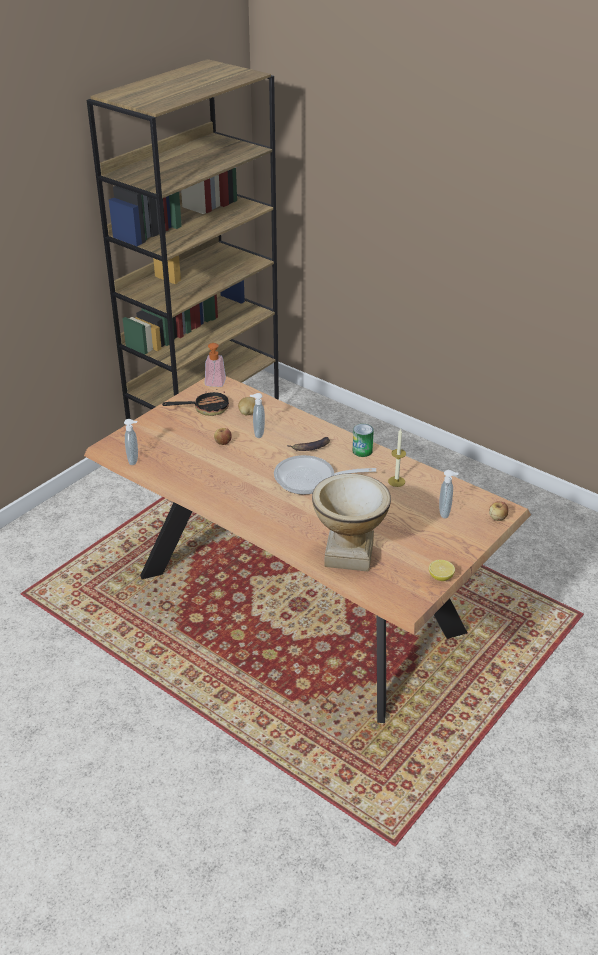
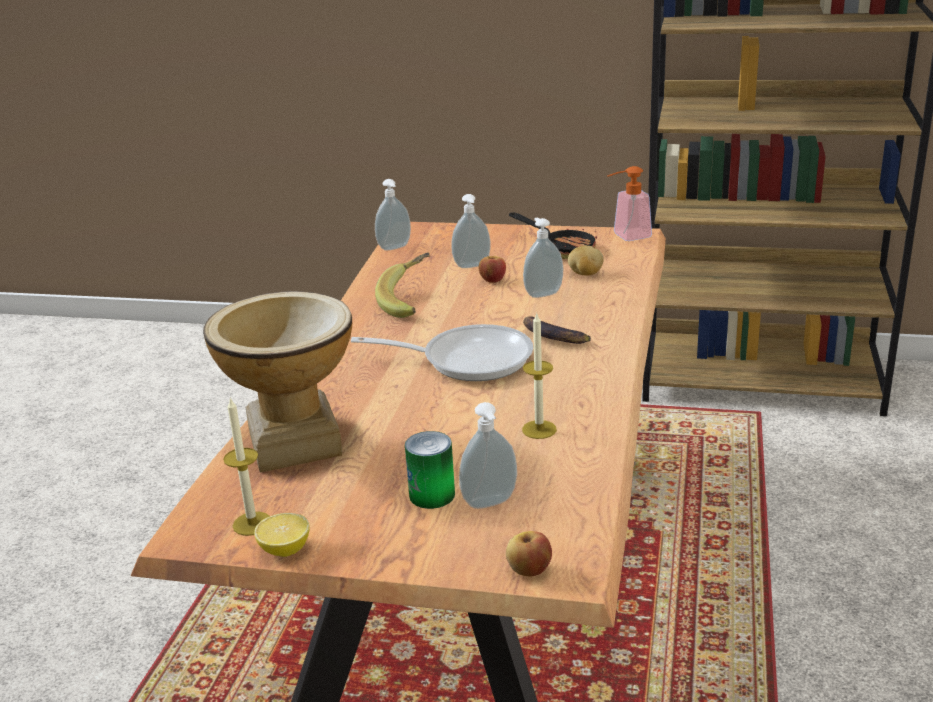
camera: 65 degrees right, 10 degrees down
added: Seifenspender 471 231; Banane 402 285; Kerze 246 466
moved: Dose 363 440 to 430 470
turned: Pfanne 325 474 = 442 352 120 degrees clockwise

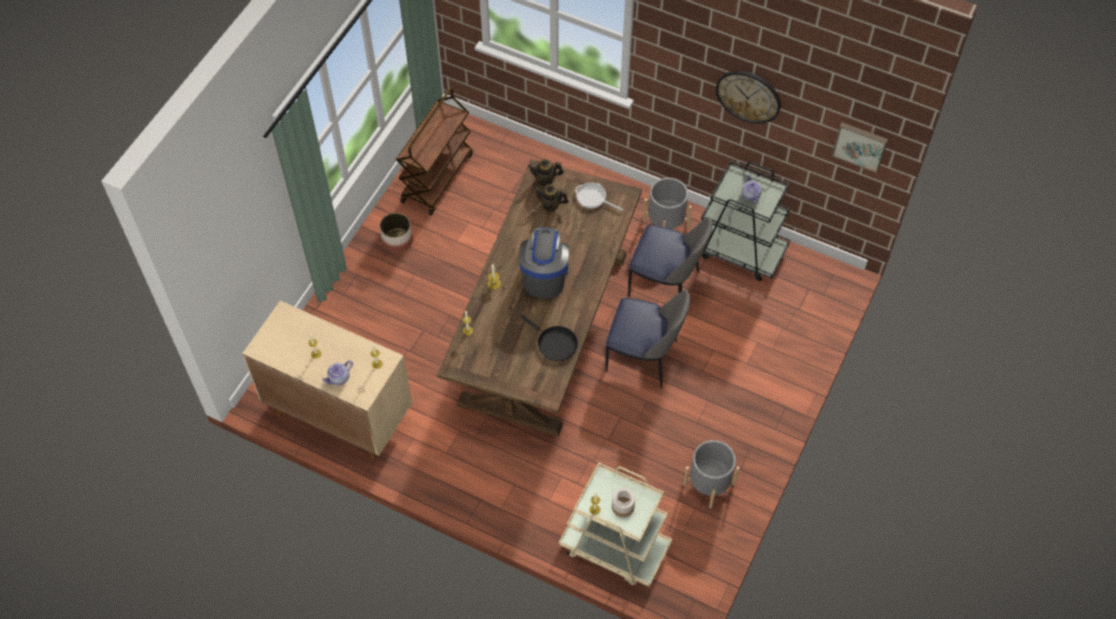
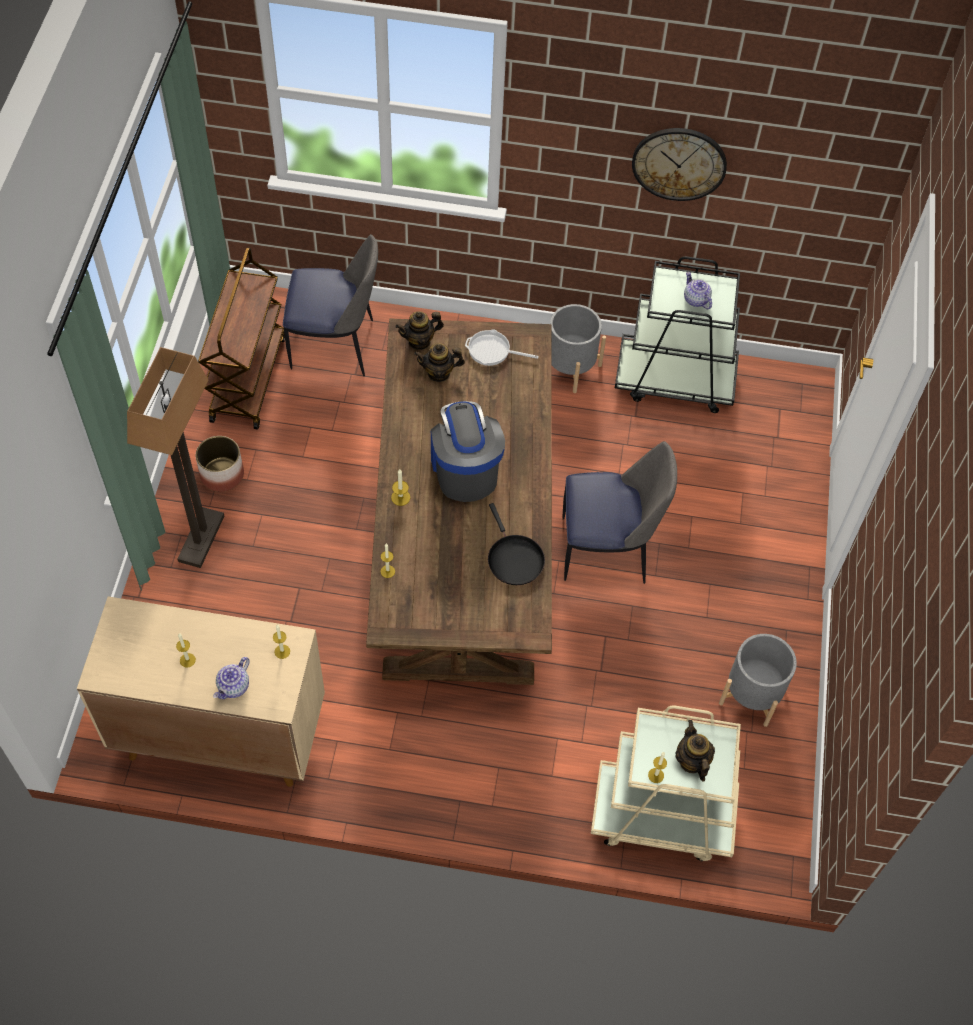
camera: 20 degrees left, 0 degrees up
removed: Bild 860 147
added: Stehlampe 175 457
moved: Stuhl 670 256 to 330 305
replaced: Vorratsglas 623 502 to Teekanne 695 751
turned: Pfanne (schwarz) 549 337 = 516 544 45 degrees clockwise

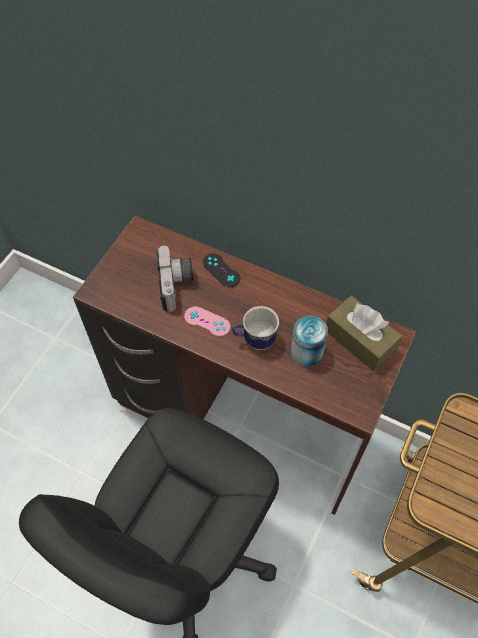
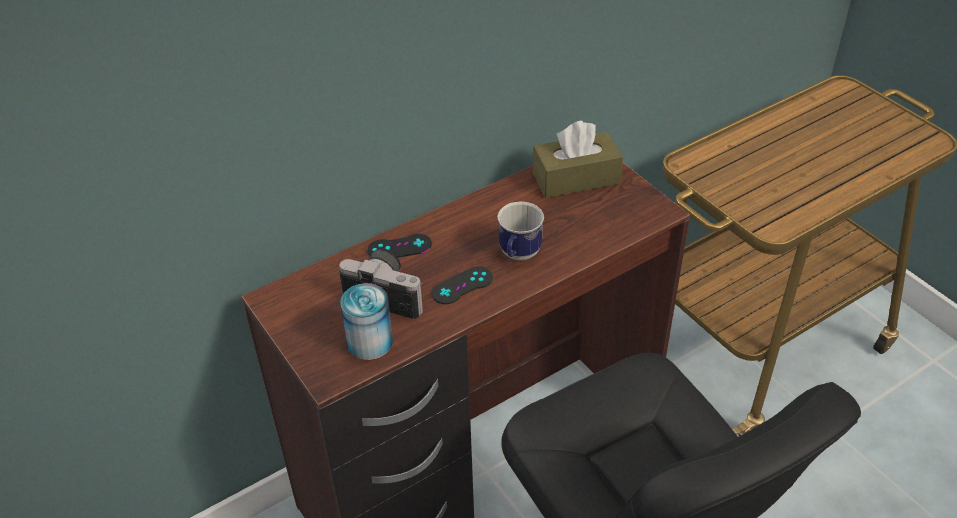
camera: 60 degrees left, 15 degrees down
moved: Dose 309 341 to 366 321
recoloured: Gamepad (rosa) 207 321 to Gamepad (schwarz) 462 285

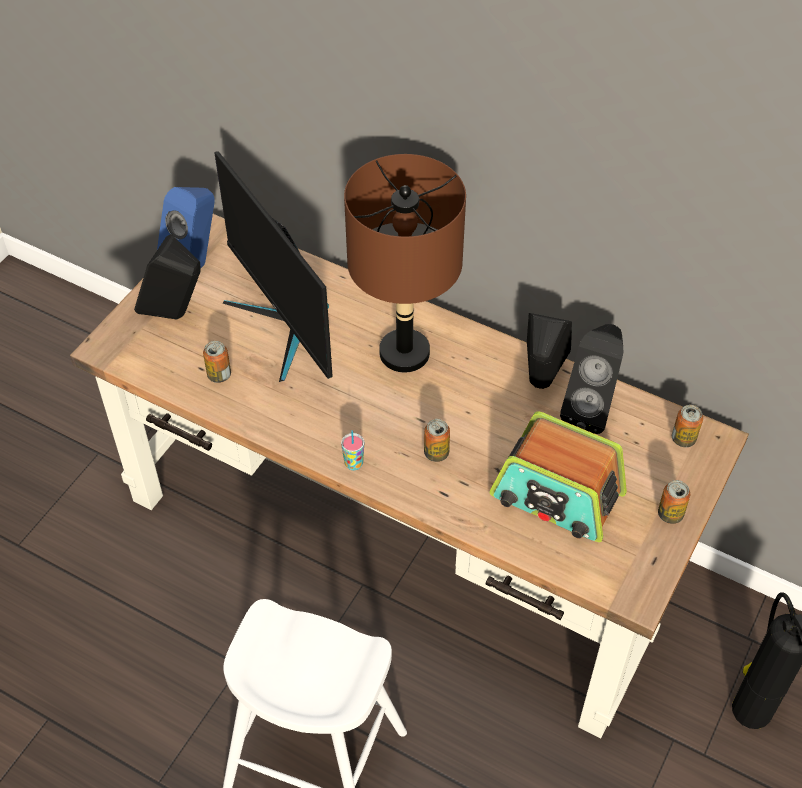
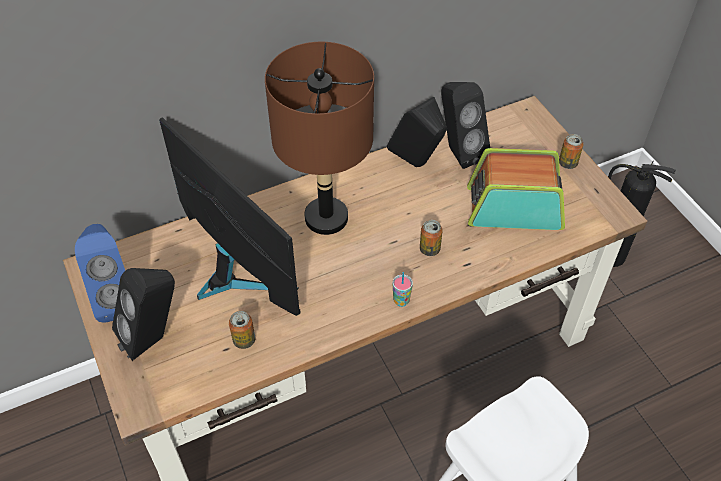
camera: 55 degrees left, 0 degrees up
removed: Dose 687 426
turned: Monitor 274 266 = 230 216 135 degrees counterclockwise; Radio 558 476 = 516 189 150 degrees counterclockwise

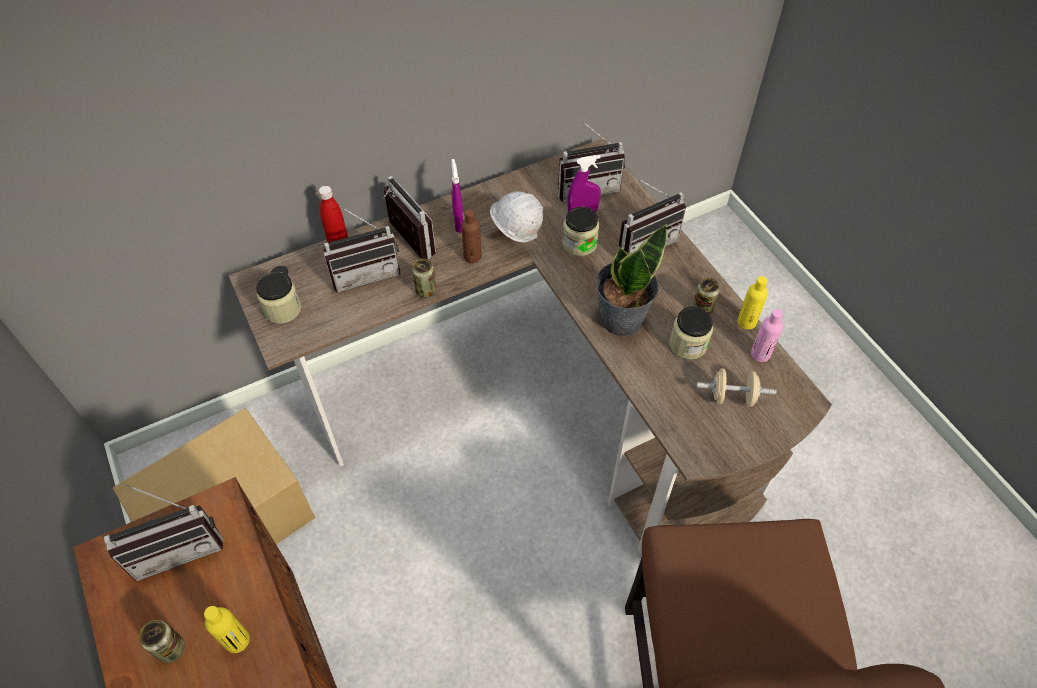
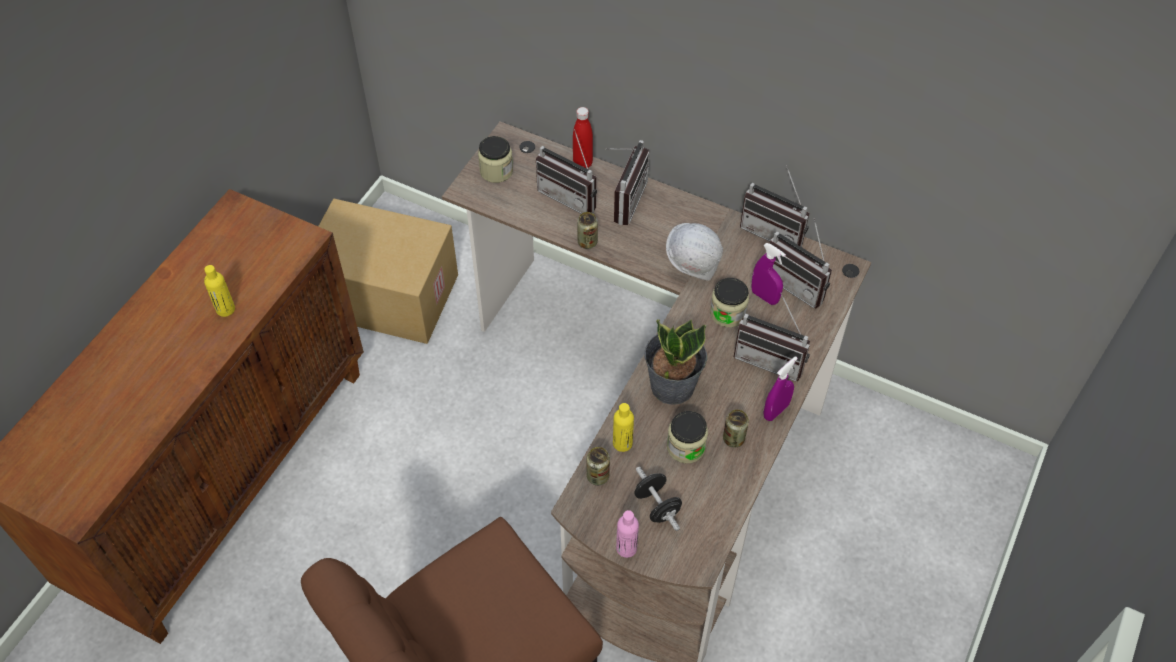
camera: 55 degrees right, 0 degrees up
removed: Flasche (braun) 471 236
moved: Sprühflasche (lila) 457 196 to 781 388; Flasche (gelb) 752 303 to 623 427; Flasche (rosa) 767 335 to 627 534; Radio 163 532 to 775 206; Dose 162 641 to 598 466
recoloured: Hantel (beige) 736 387 to Hantel (schwarz) 658 498

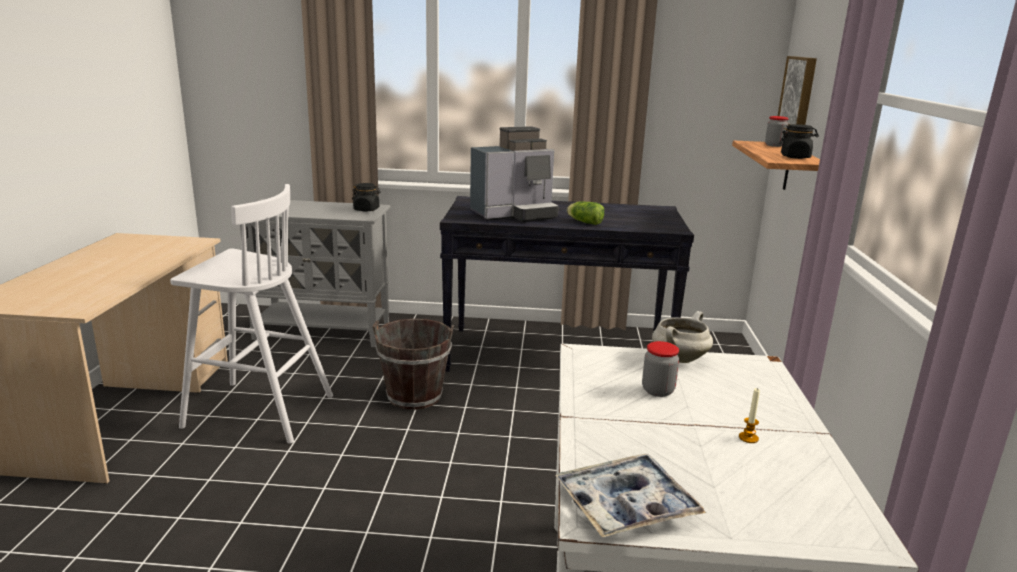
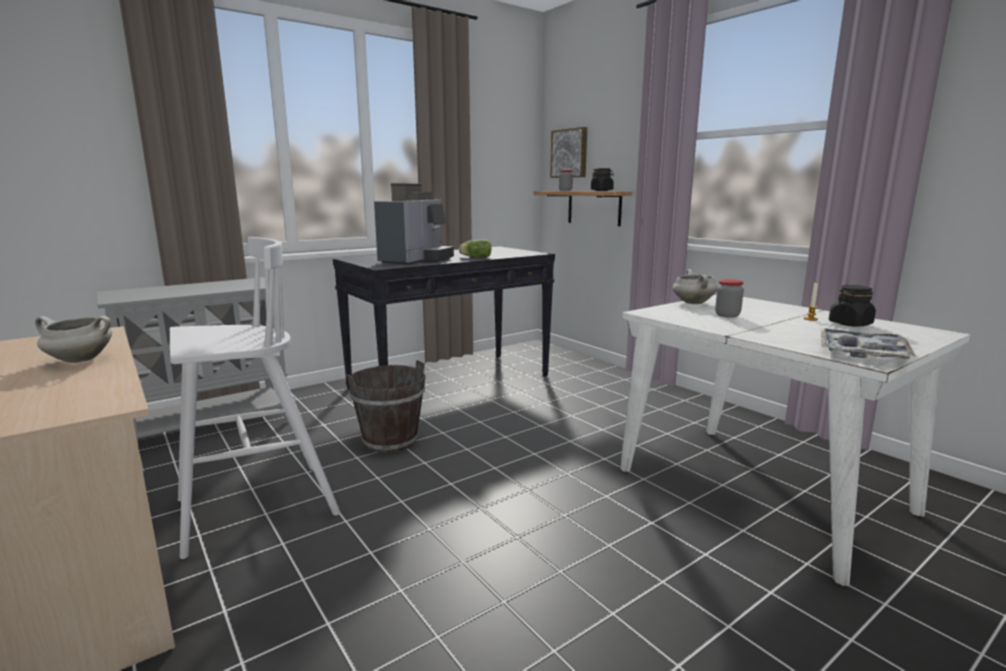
camera: 40 degrees left, 5 degrees down
added: Kochtopf (weiß) 73 339
moved: Vorratsglas (schwarz) 366 197 to 852 306

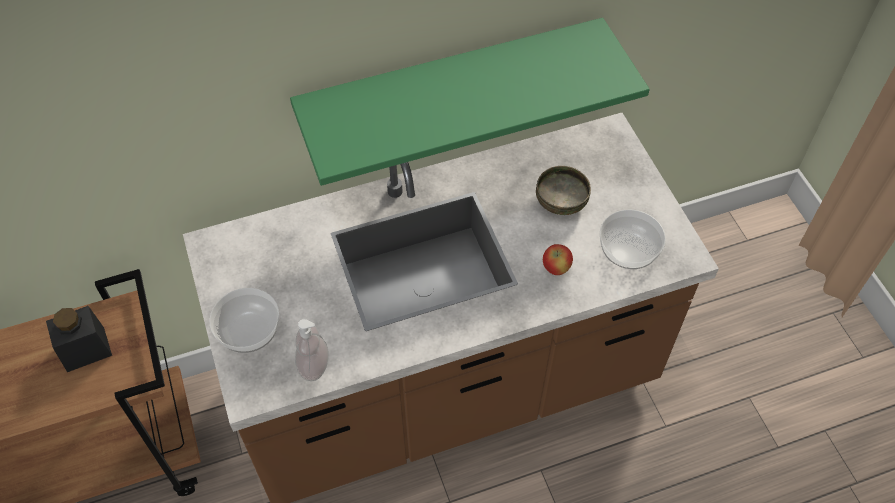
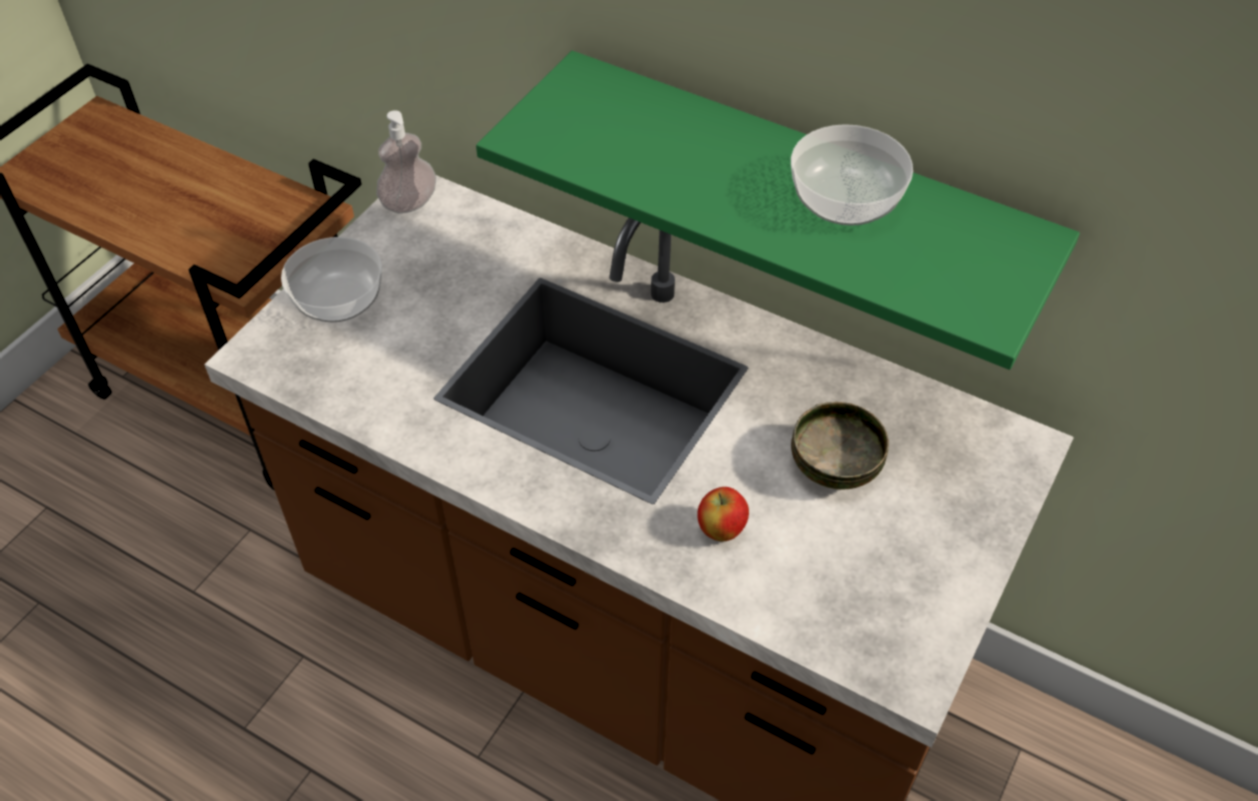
camera: 50 degrees right, 5 degrees down
removed: Vorratsglas (schwarz) 79 339
moved: Schüssel 633 239 to 852 175; Seifenspender 312 350 to 406 162

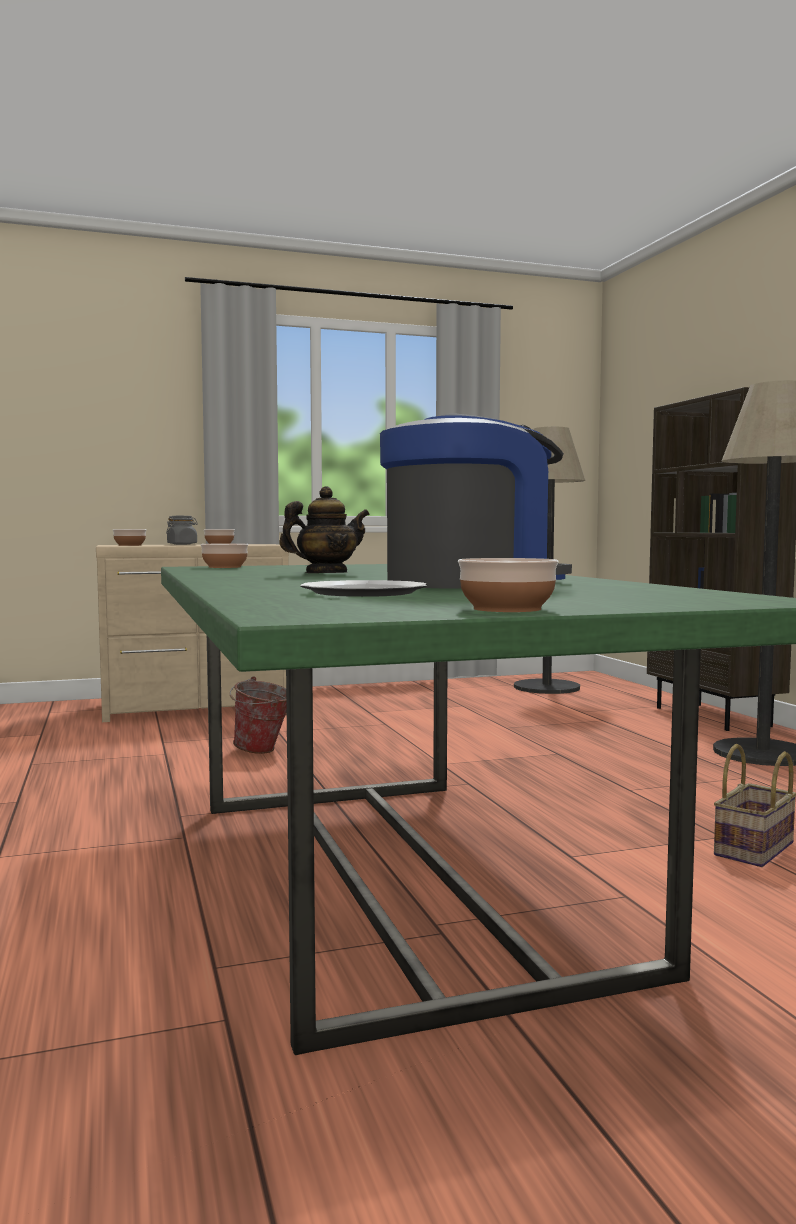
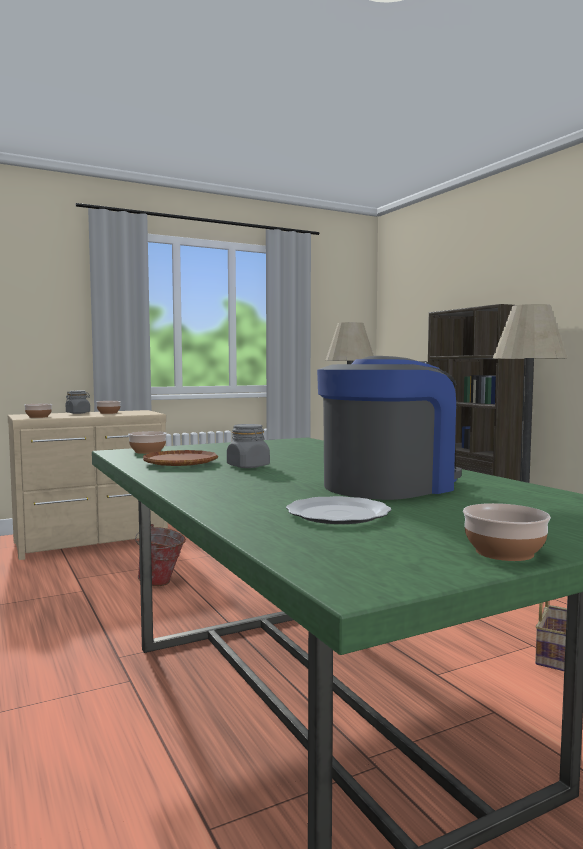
camera: 10 degrees left, 0 degrees up
added: Teller (braun) 180 458
replaced: Teekanne 324 529 to Vorratsglas (grau) 248 446

